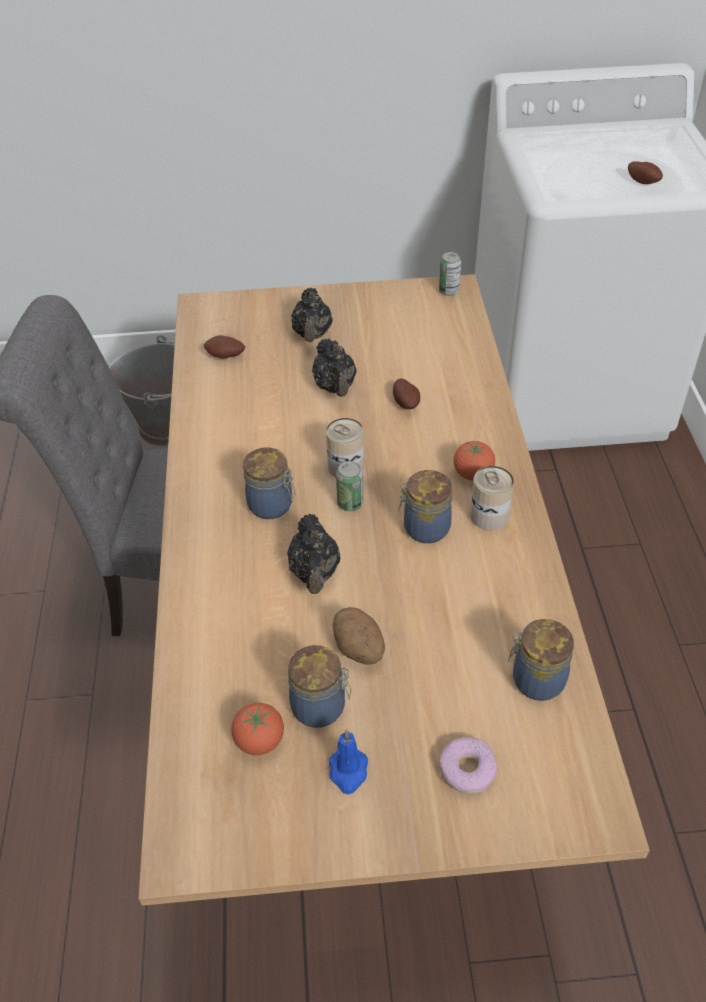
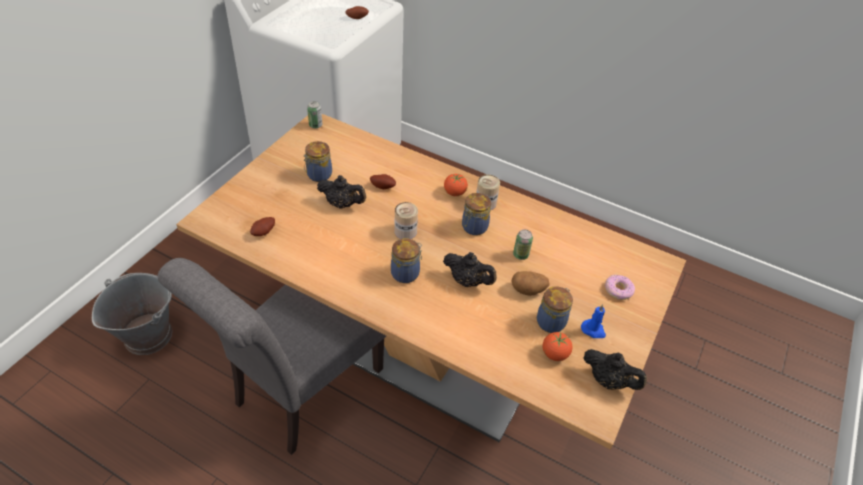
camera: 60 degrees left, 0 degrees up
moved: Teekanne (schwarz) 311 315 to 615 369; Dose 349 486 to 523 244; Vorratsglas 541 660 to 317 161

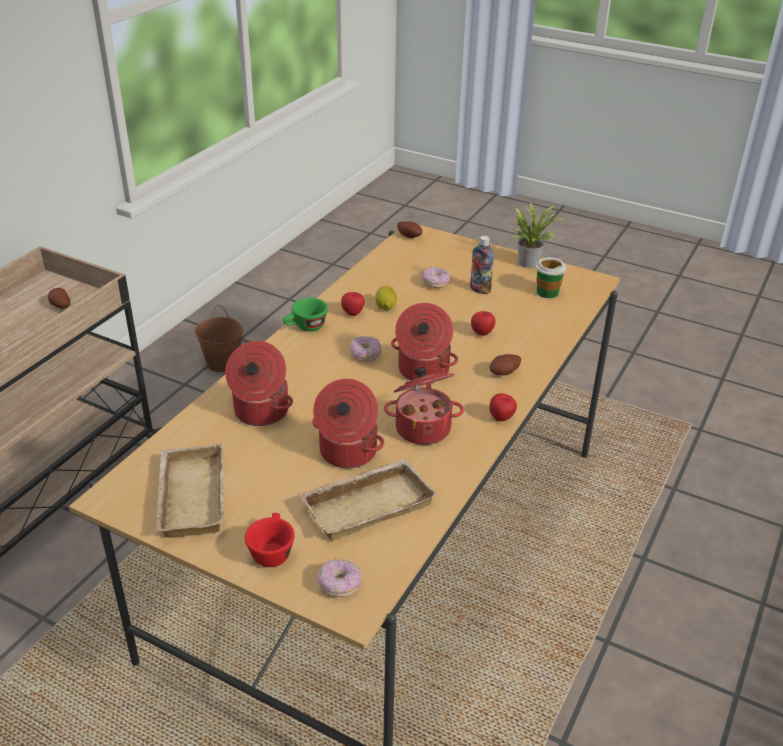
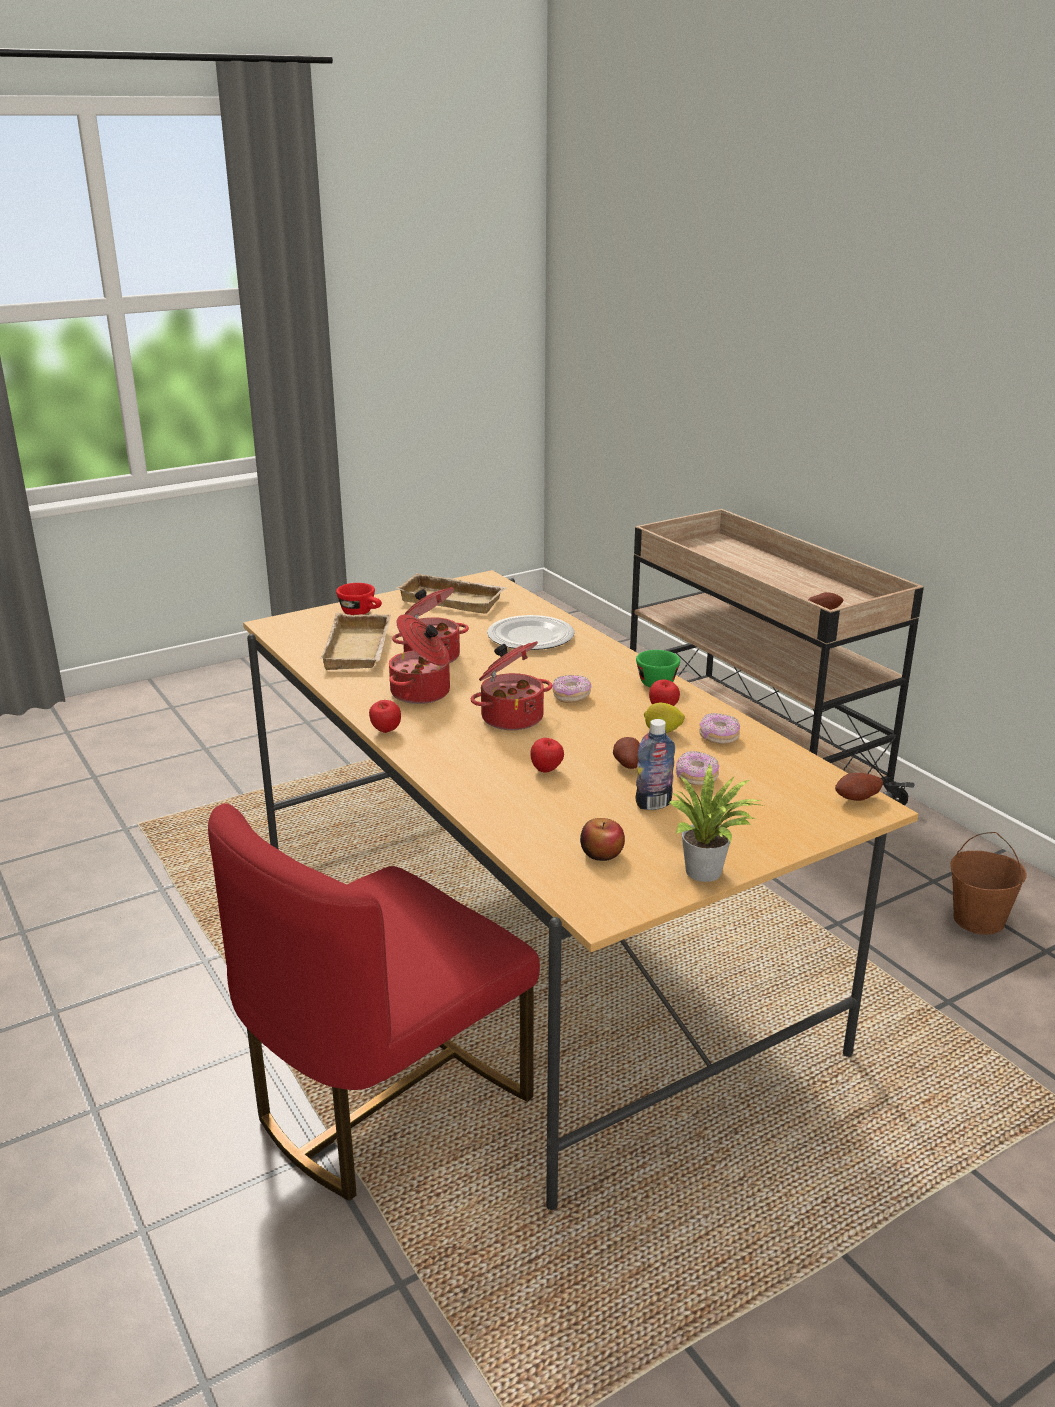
camera: 120 degrees right, 10 degrees down
added: Stuhl (rot) 374 1002
moved: Kartoffel 505 364 to 626 753; Donut 339 578 to 719 728
replaced: Tasse 551 277 to Apfel 602 839; Kochtopf 259 383 to Teller 531 632

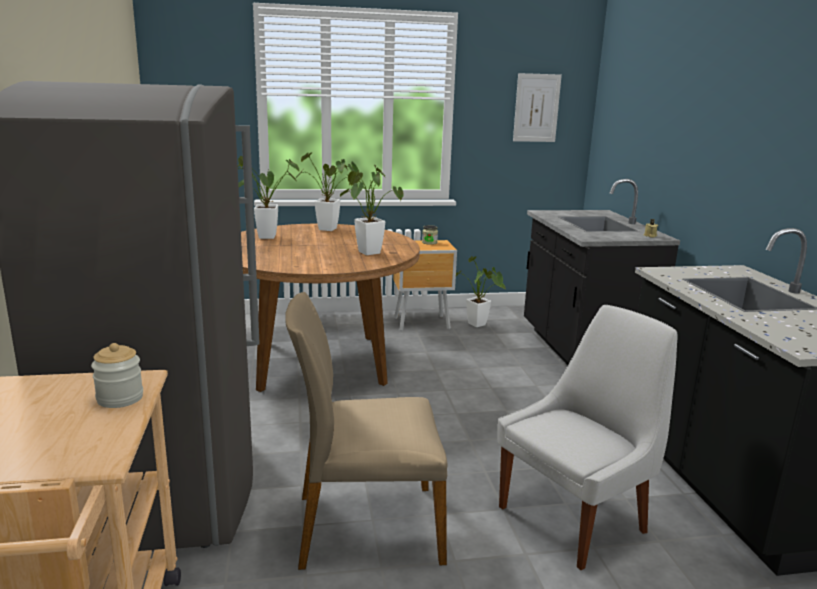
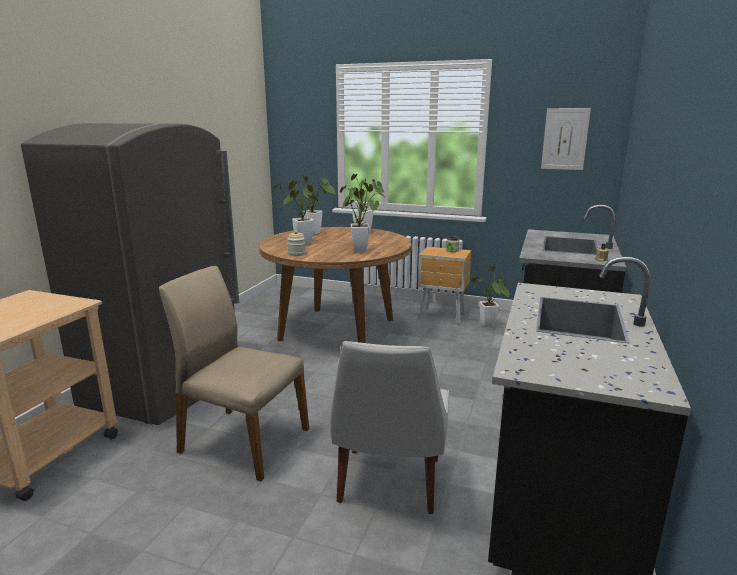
camera: 30 degrees right, 0 degrees up
added: Topfpflanze 304 213
moved: Vorratsglas 117 375 to 296 243
turned: Stuhl (weiß) 587 438 = 389 427 105 degrees clockwise

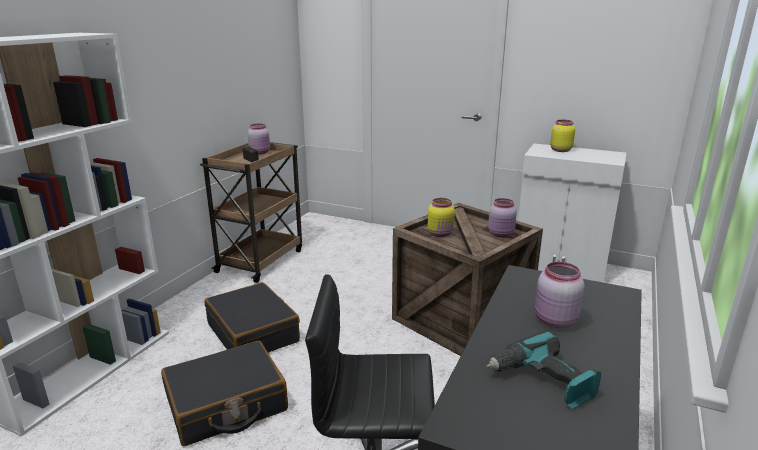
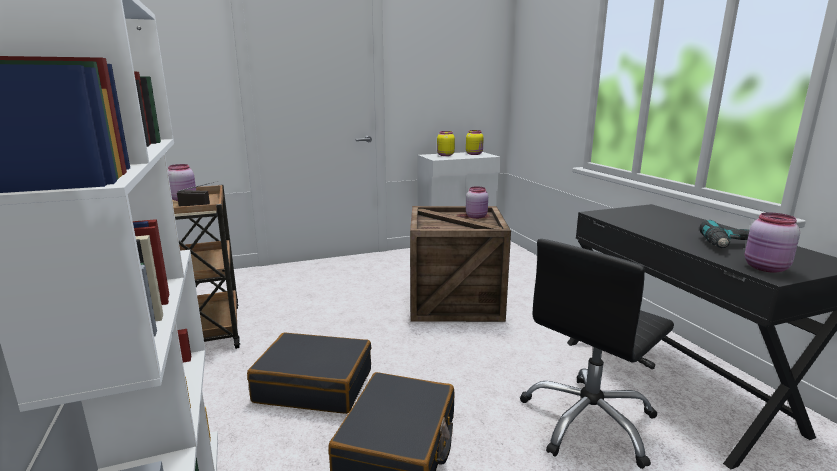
camera: 45 degrees left, 5 degrees down
moved: Vorratsglas (gelb) 441 217 to 475 142; Vorratsglas (rosa) 560 295 to 772 242

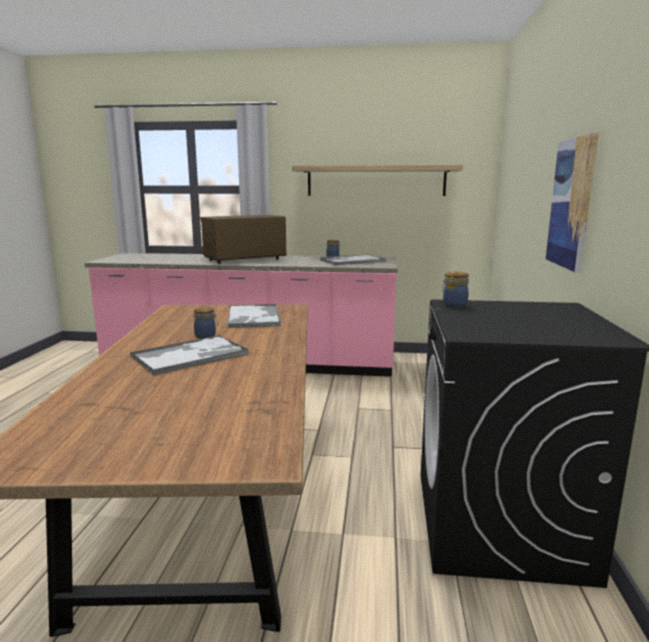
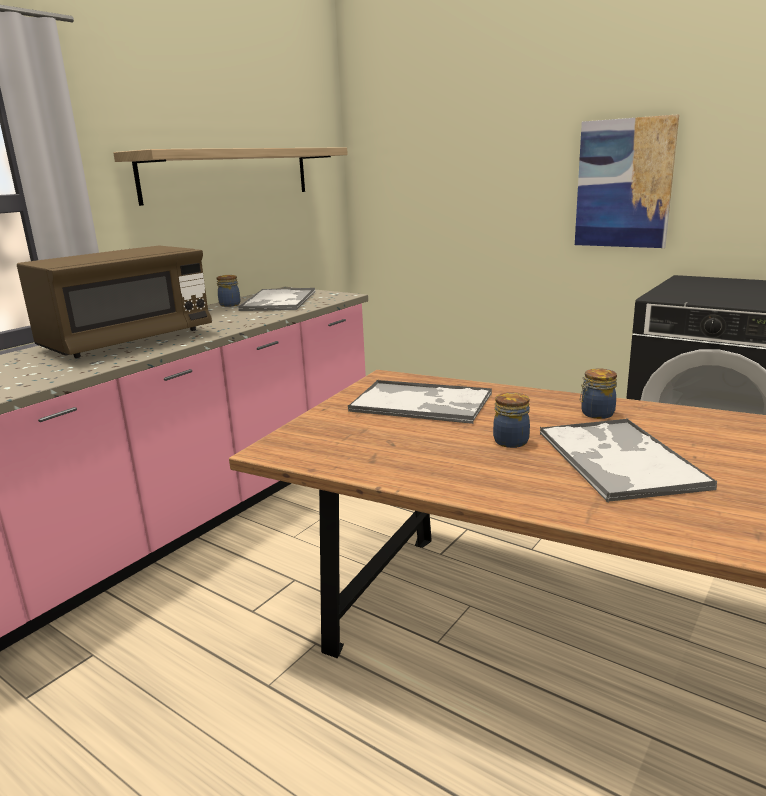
camera: 60 degrees left, 5 degrees up
moved: Vorratsglas 455 290 to 598 393
turned: Mikrowelle (braun) 243 239 = 114 301 135 degrees counterclockwise

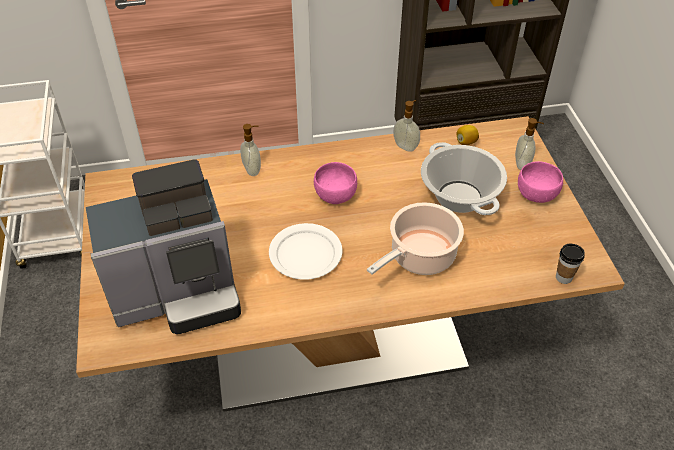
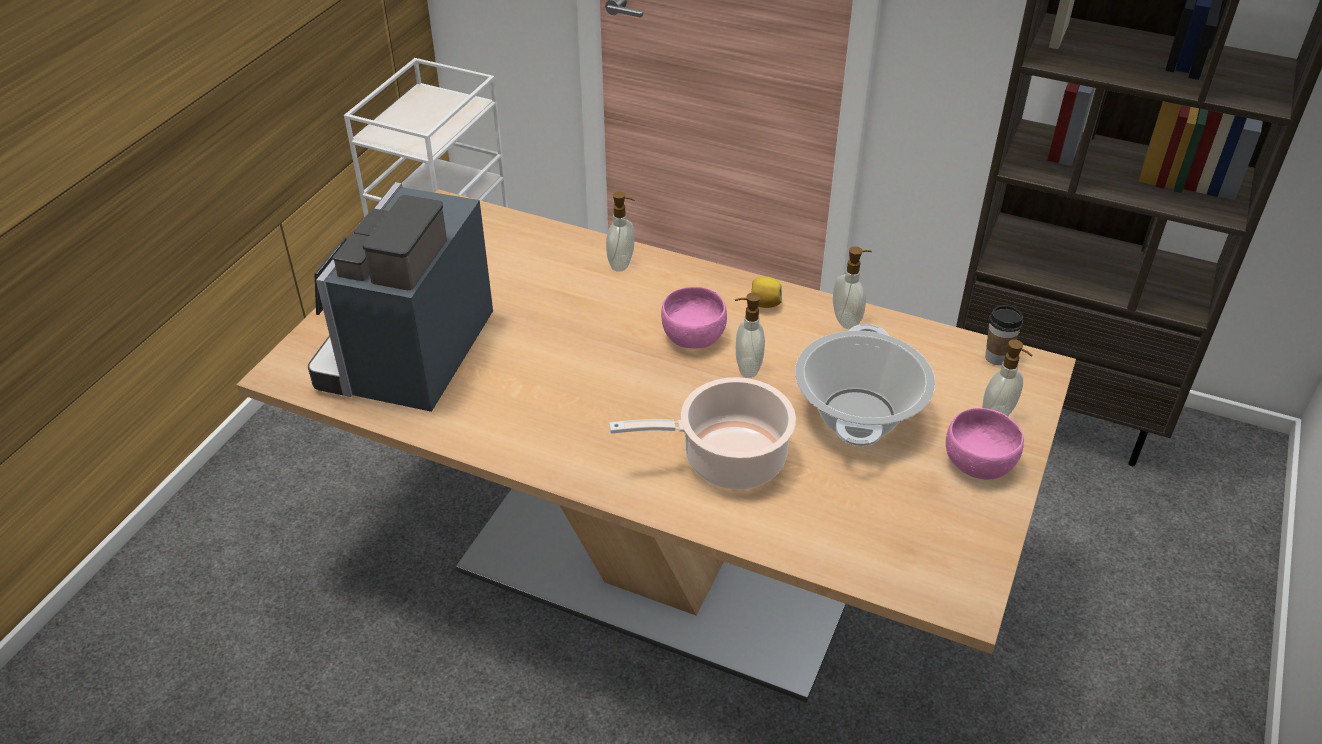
camera: 35 degrees right, 5 degrees down
removed: Teller (weiß) 305 251
added: Seifenspender 750 335
moved: Zitrone 468 135 to 766 292; Tasse 570 264 to 1004 335
turned: Kaffeemaschine 163 246 = 400 297 90 degrees clockwise

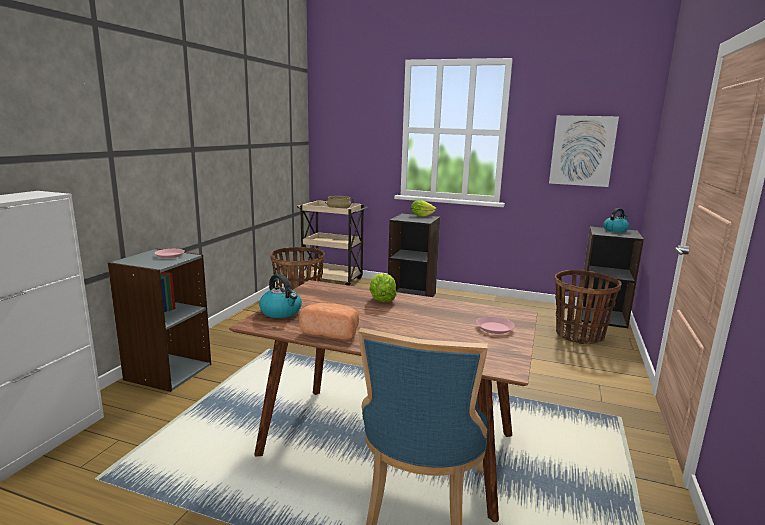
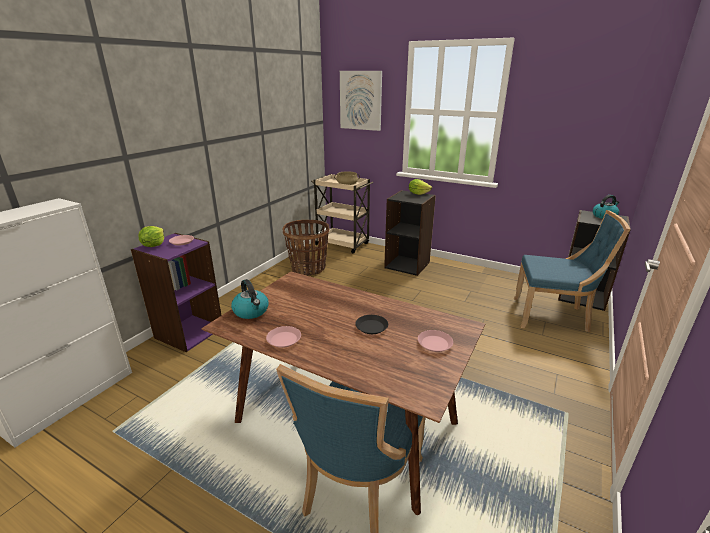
camera: 10 degrees right, 10 degrees up
added: Teller (schwarz) 371 324
moved: Bild 584 151 to 361 101; Salatkopf 383 287 to 151 236
replaced: Korb 588 307 to Stuhl (blau) 572 271; Brot 329 321 to Teller (rosa) 283 337
recoloured: Bücherregal (grau) 159 320 to Bücherregal (lila) 176 292

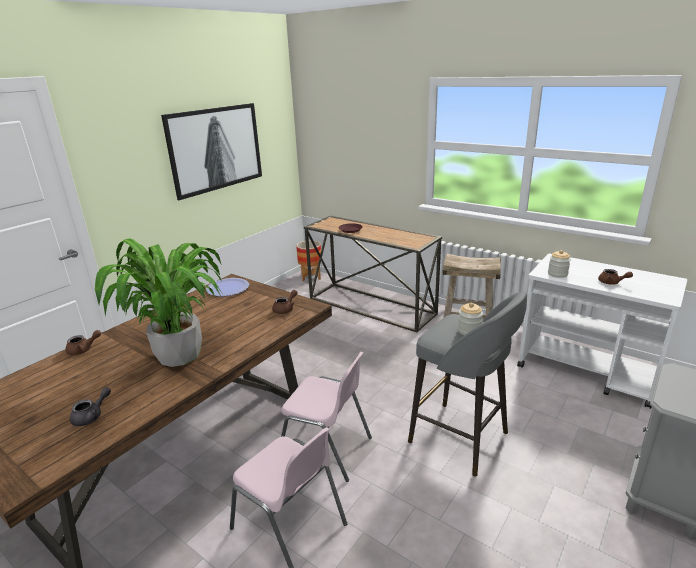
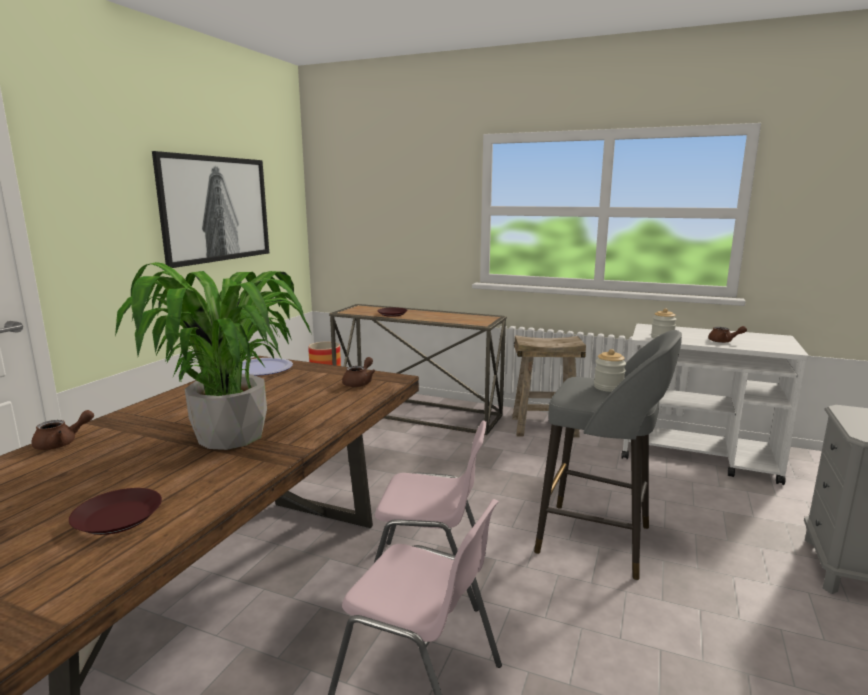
camera: 15 degrees left, 10 degrees down
replaced: Teekanne (grau) 90 406 to Teller (braun) 115 511

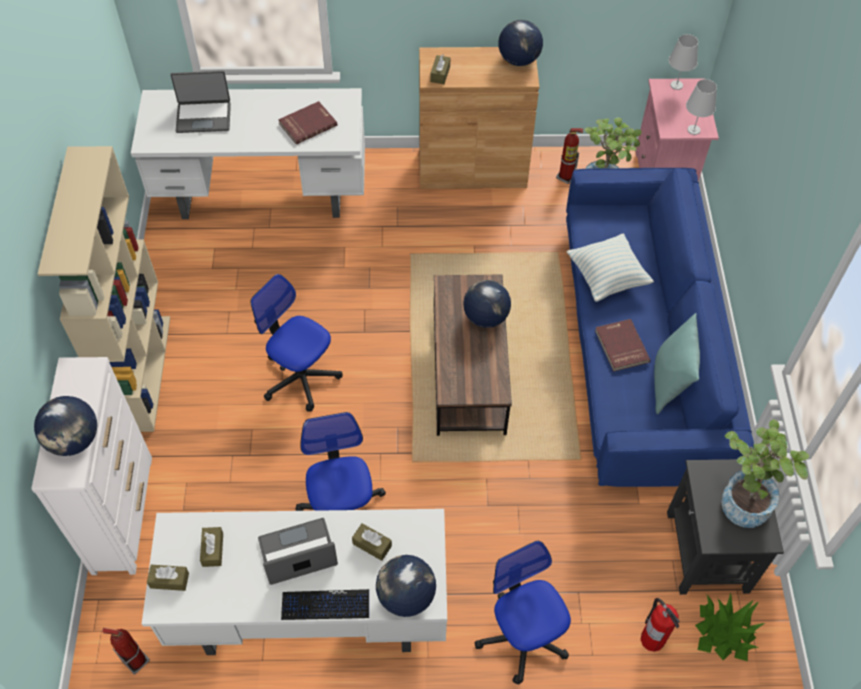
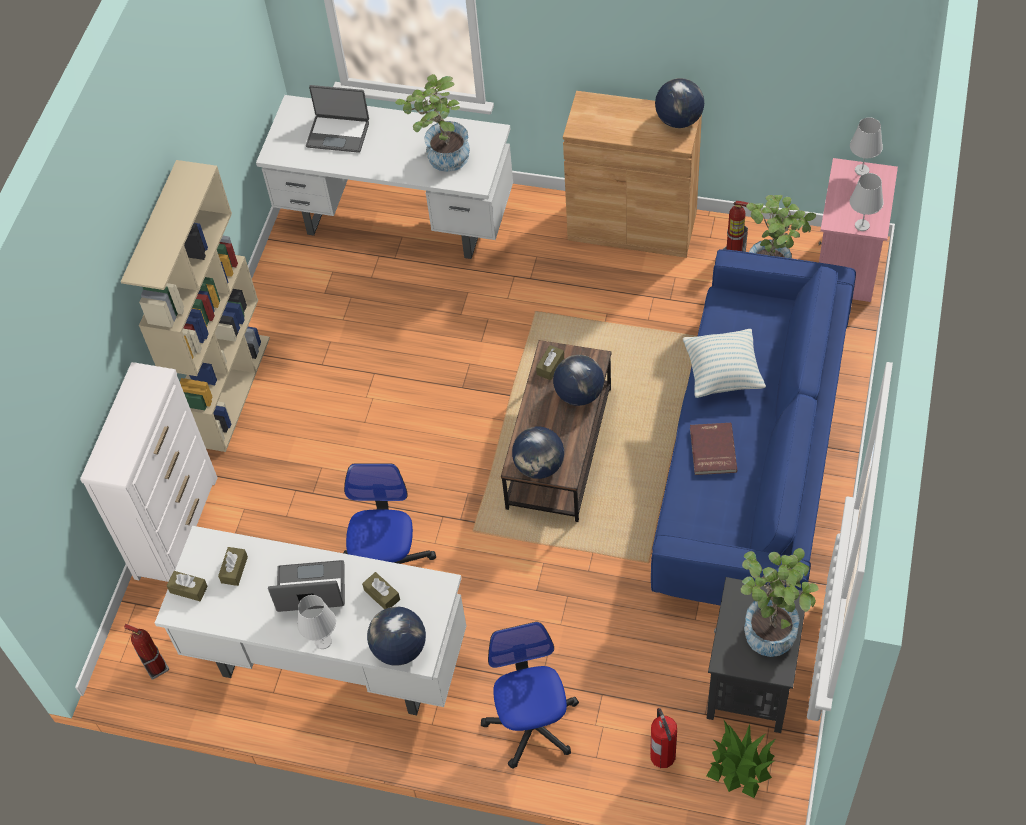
camera: 20 degrees right, 0 degrees up
removed: Bürostuhl 297 343; Kissen (türkis) 677 363
moved: Taschentuchbox (braun) 440 69 to 550 362; Globus 65 426 to 538 452
replaced: Buch (rot) 307 123 to Topfpflanze 432 123; Tastatur 325 604 to Tischlampe (weiß) 316 622

